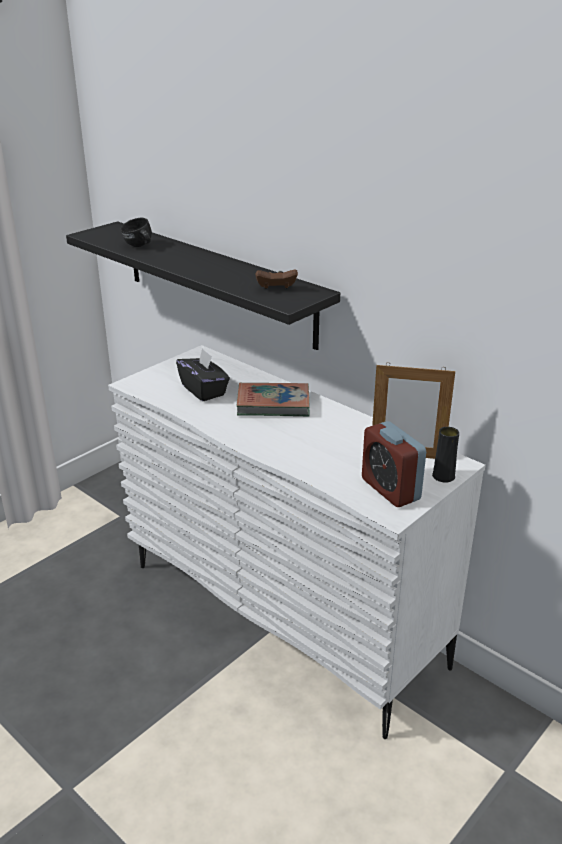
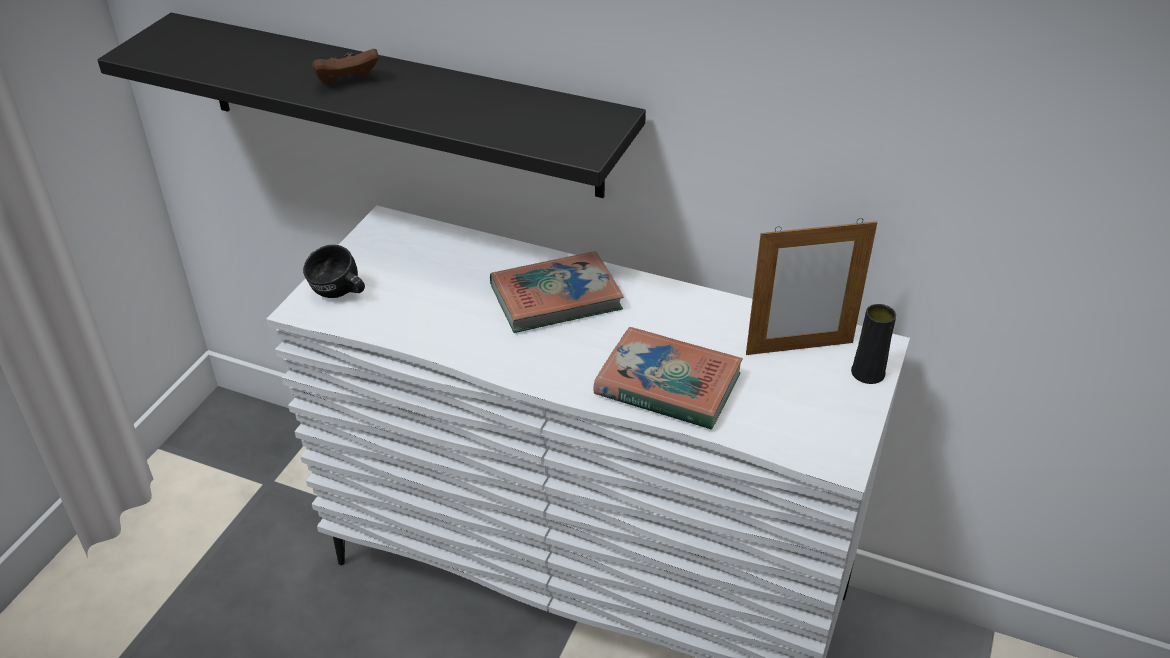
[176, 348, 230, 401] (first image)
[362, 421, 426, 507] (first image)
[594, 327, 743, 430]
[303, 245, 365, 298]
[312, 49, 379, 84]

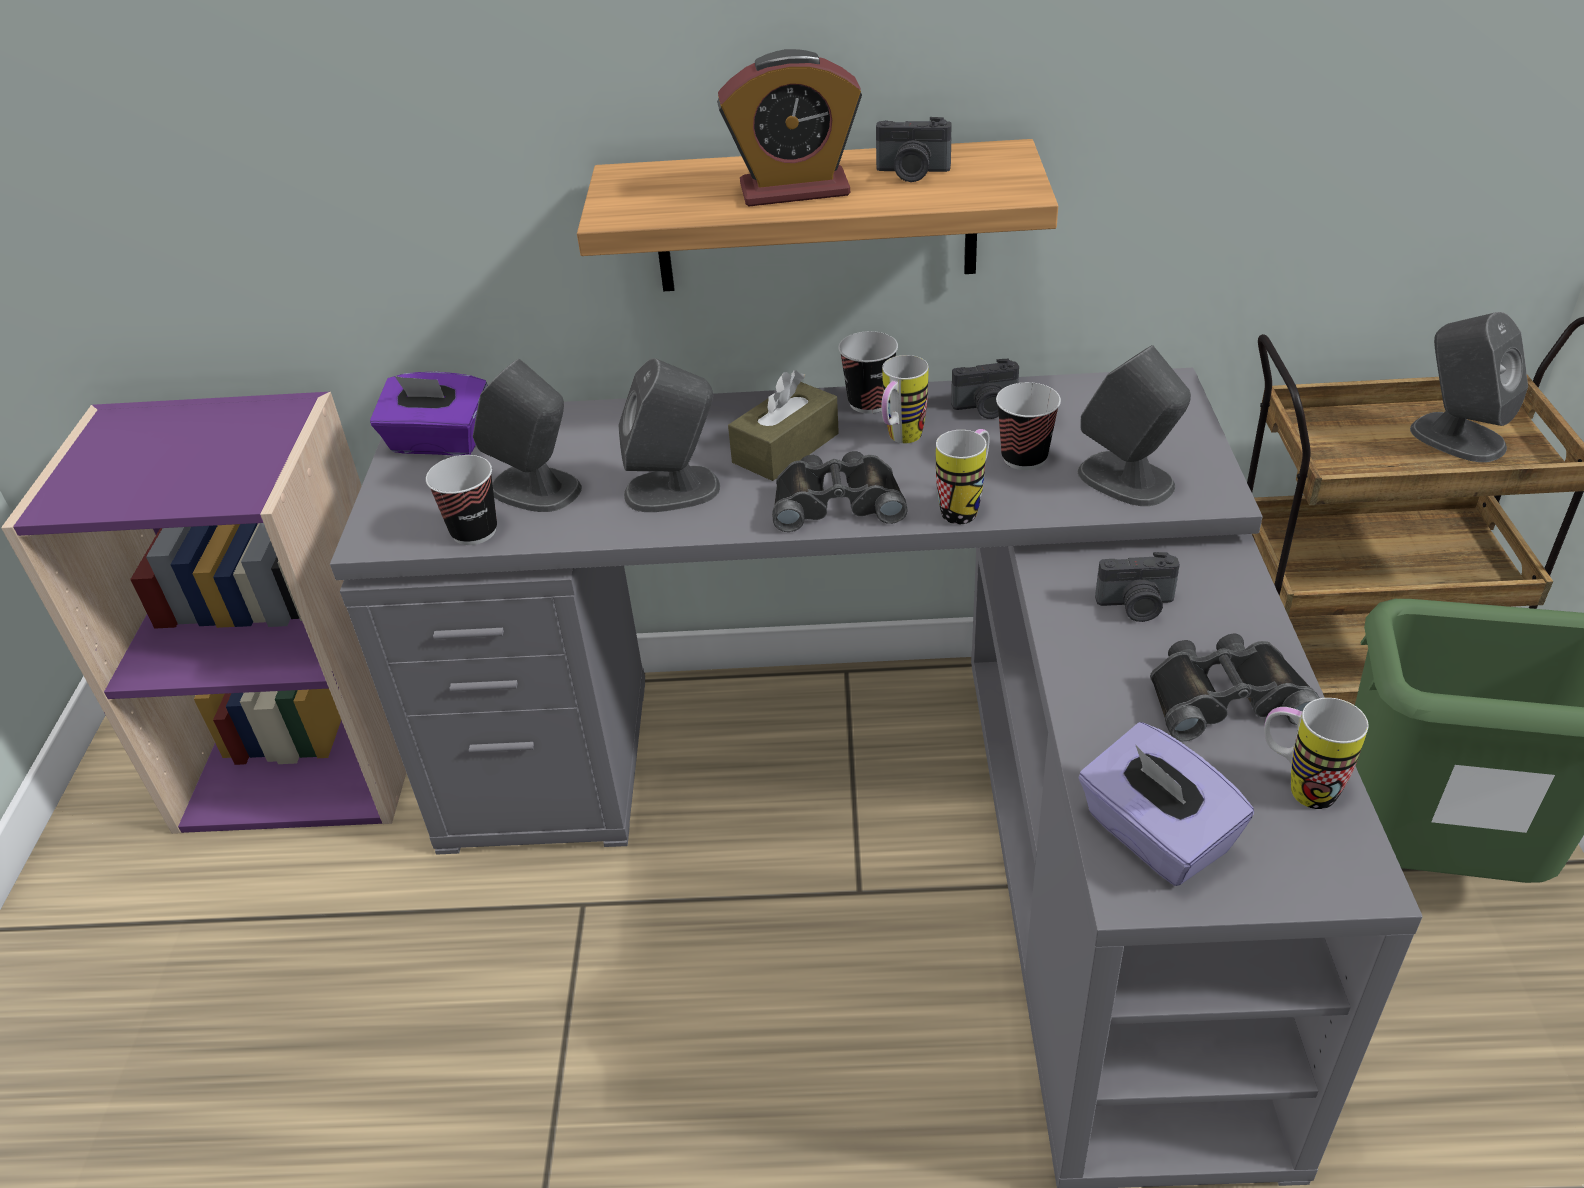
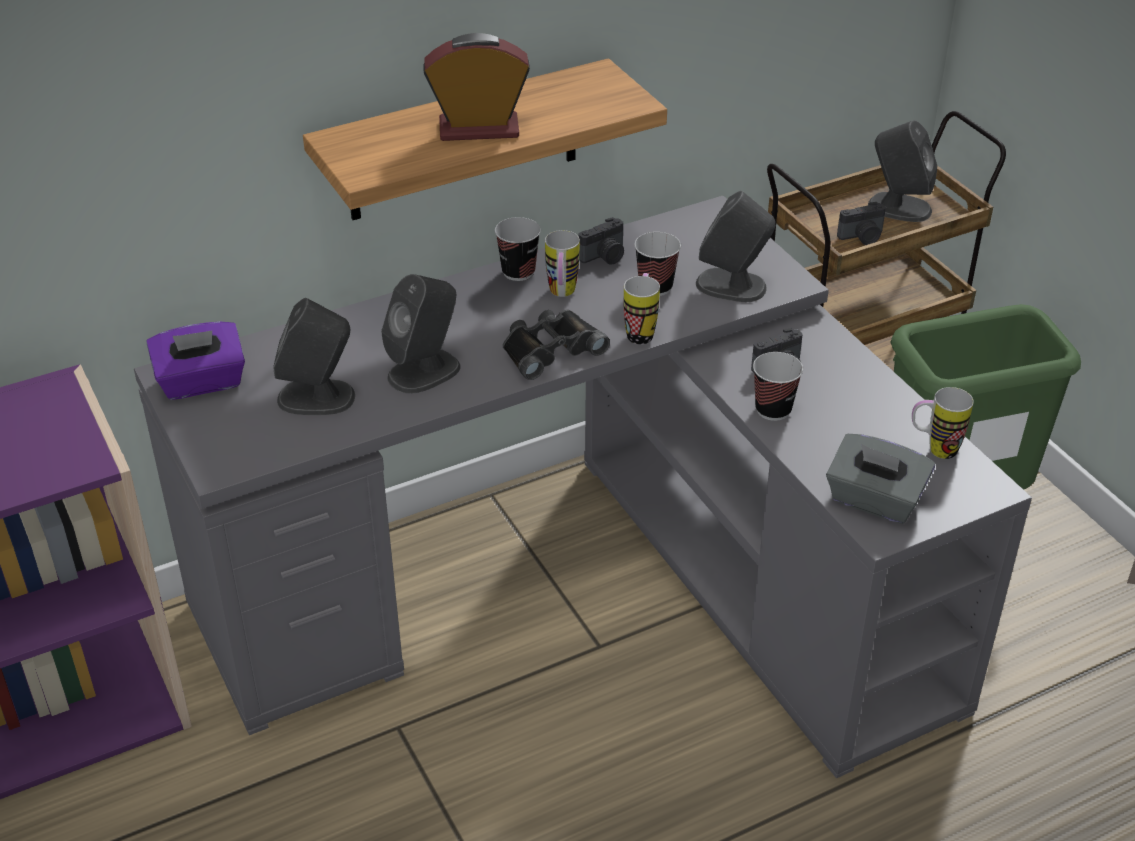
[728, 370, 839, 481] (first image)
[1150, 634, 1320, 741] (first image)
[753, 352, 803, 421]
[837, 202, 886, 245]
[826, 434, 935, 524]
[423, 33, 530, 141]

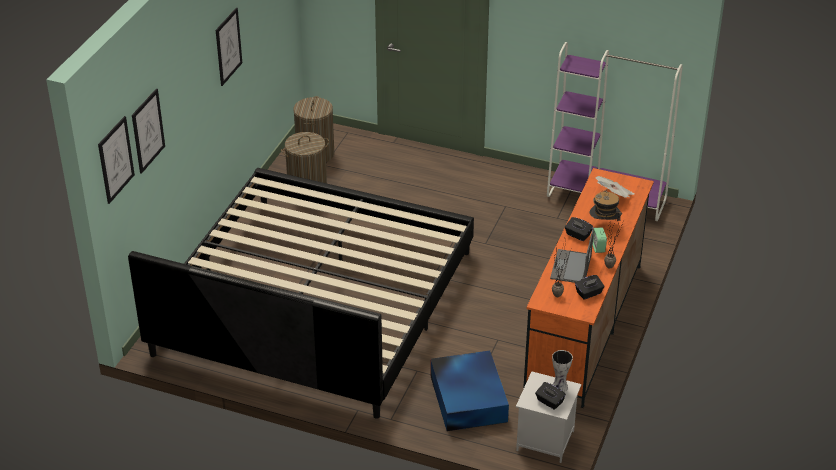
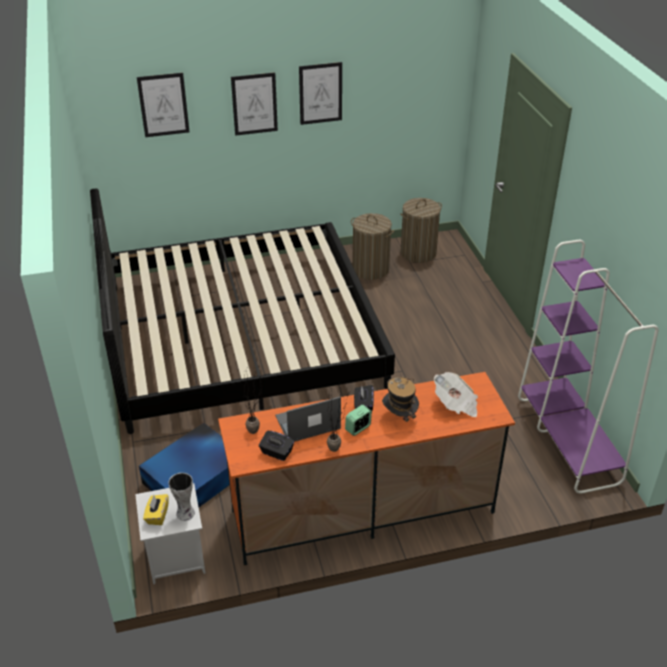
[231, 72, 278, 136]
[143, 494, 169, 525]

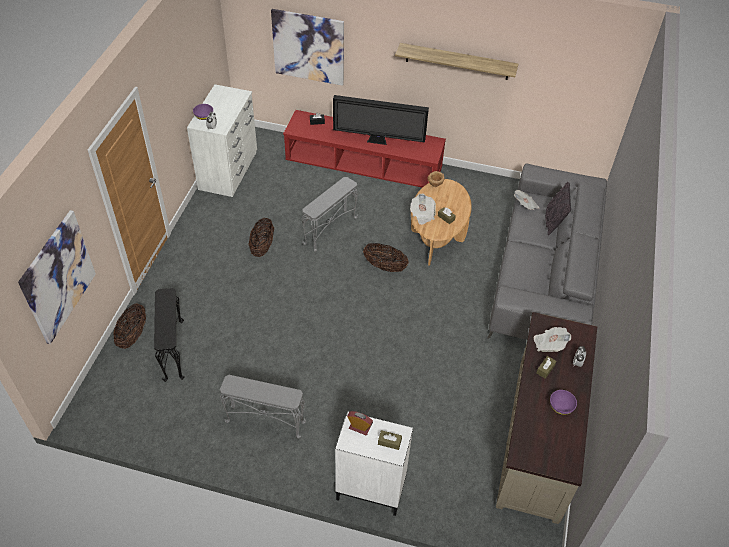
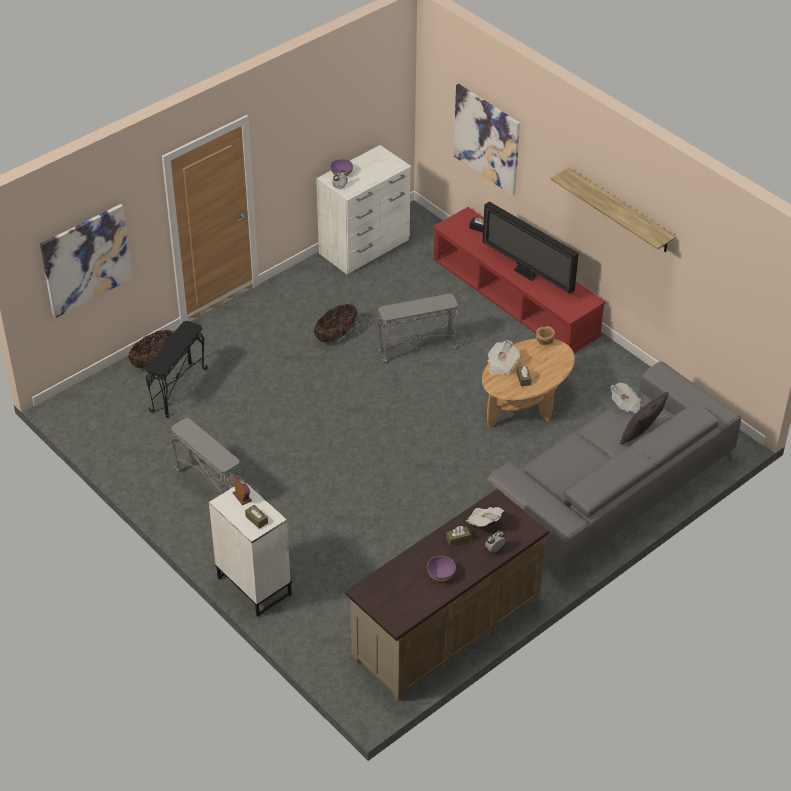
[363, 243, 409, 272] (first image)

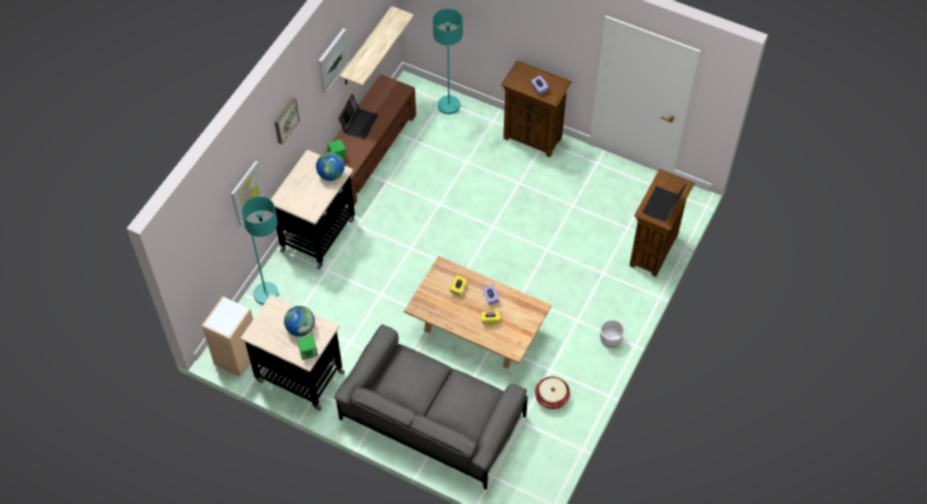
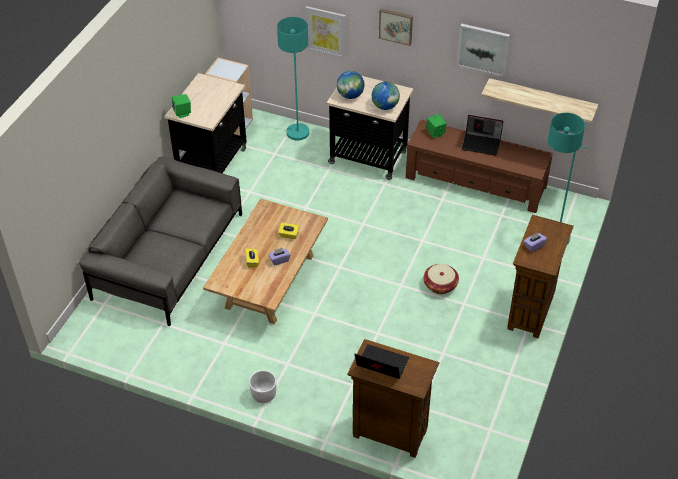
[337, 71, 365, 99]
[423, 264, 459, 294]

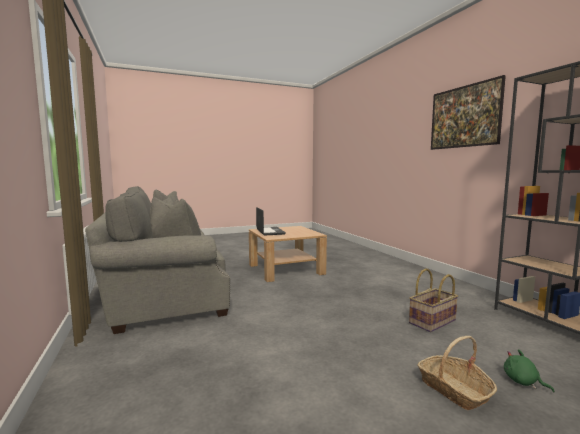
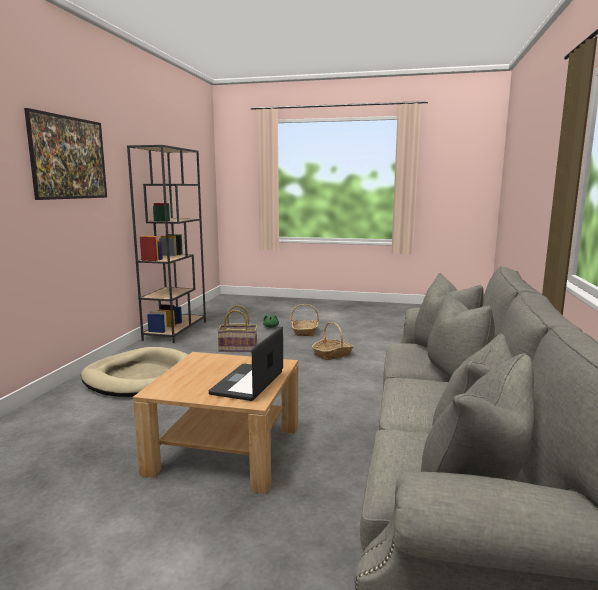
[81, 347, 189, 397]
[312, 322, 354, 360]

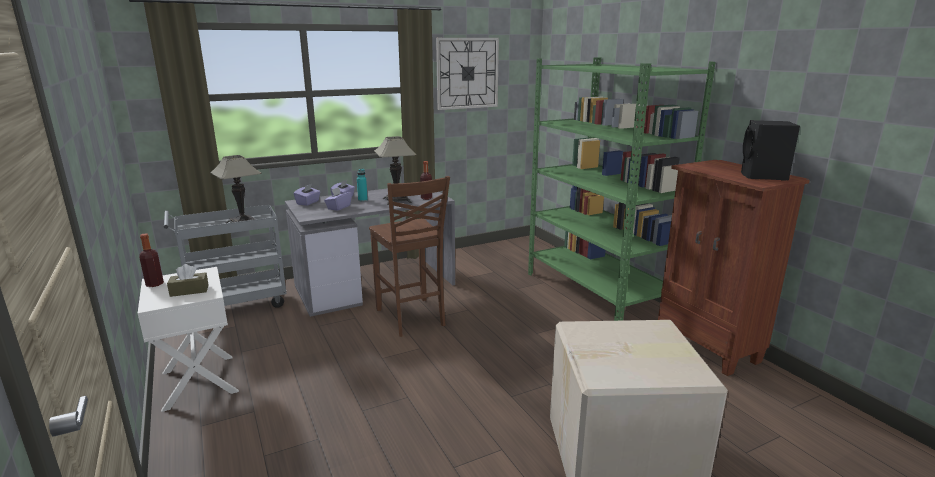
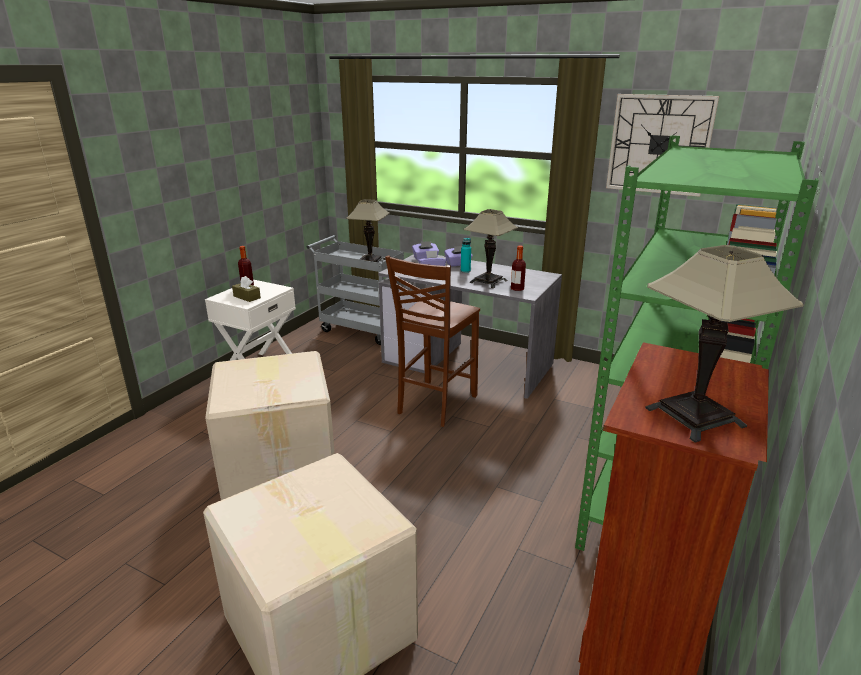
[205, 351, 335, 500]
[645, 245, 804, 443]

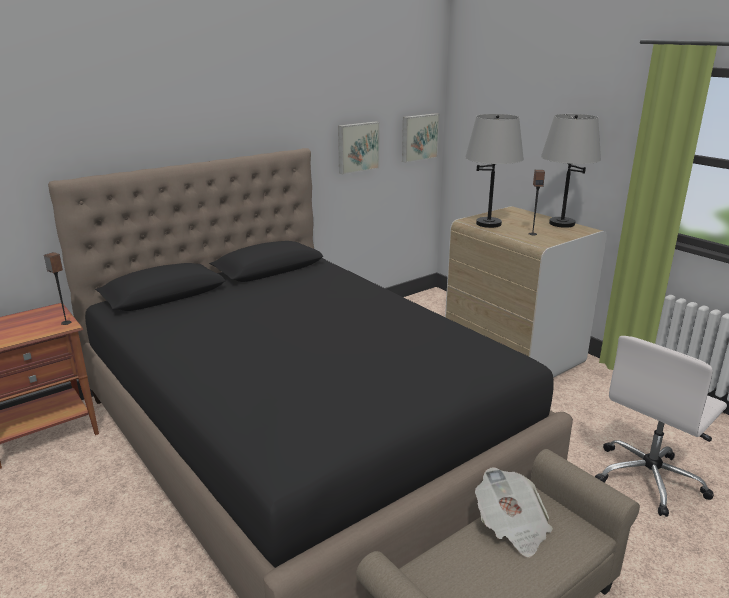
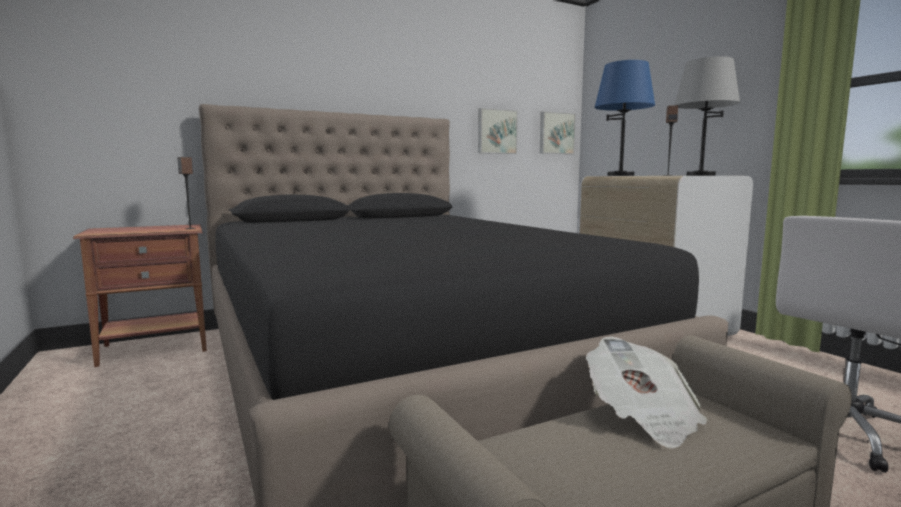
[594, 60, 655, 176]

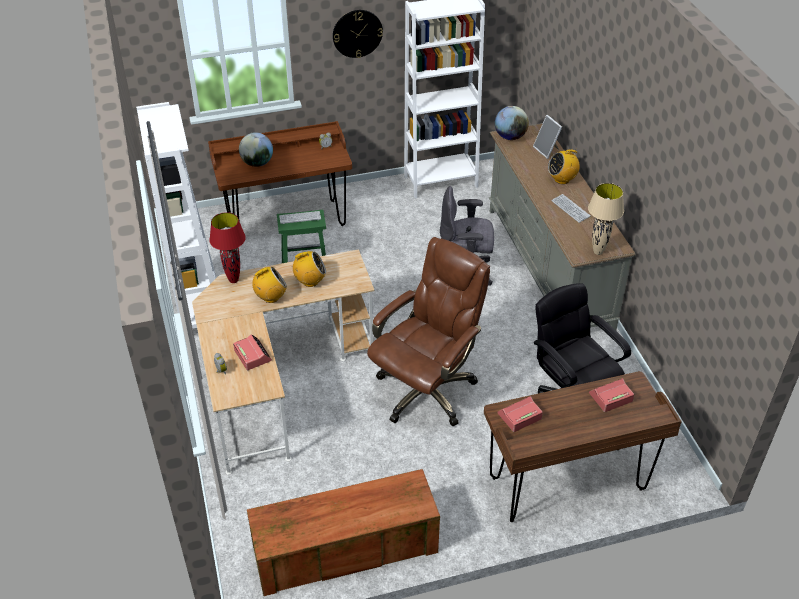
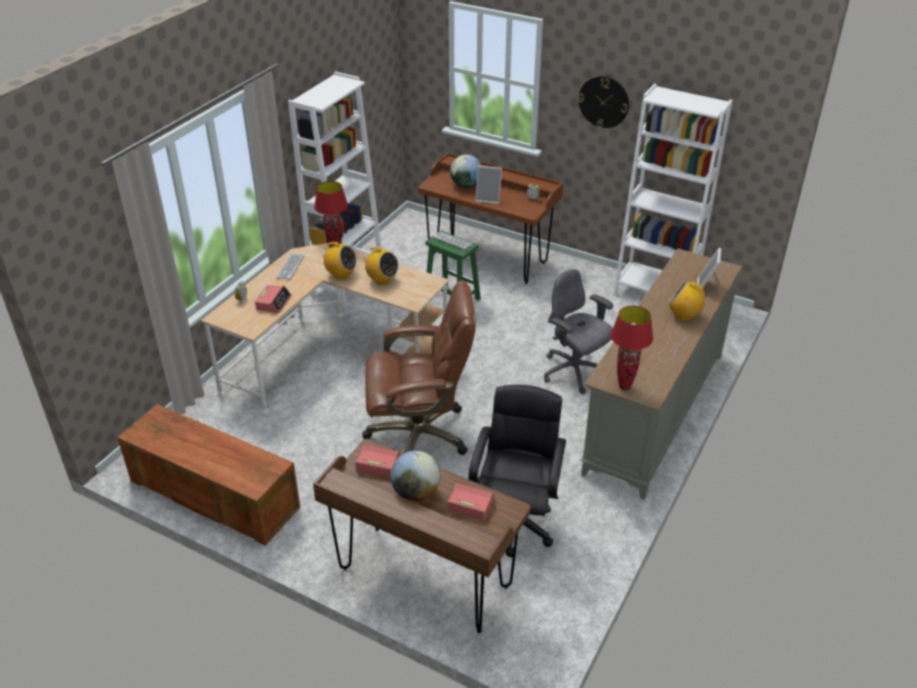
[476, 166, 502, 204]
[390, 451, 441, 501]
[276, 255, 304, 280]
[611, 306, 653, 390]

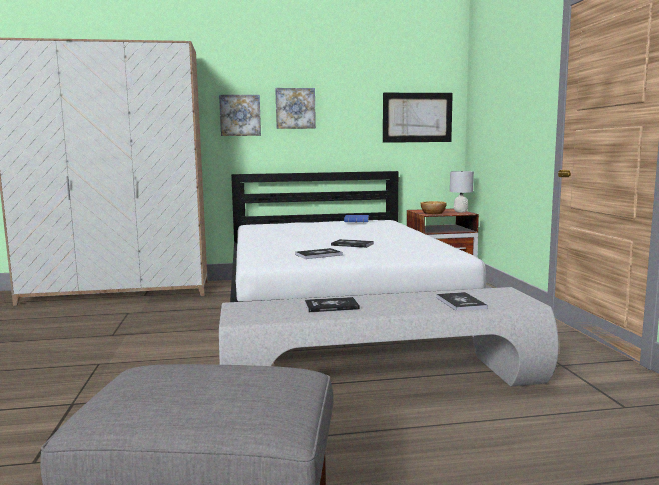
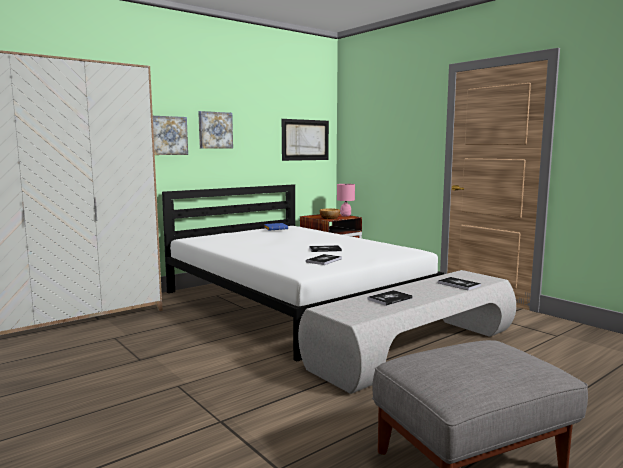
[337, 184, 355, 217]

